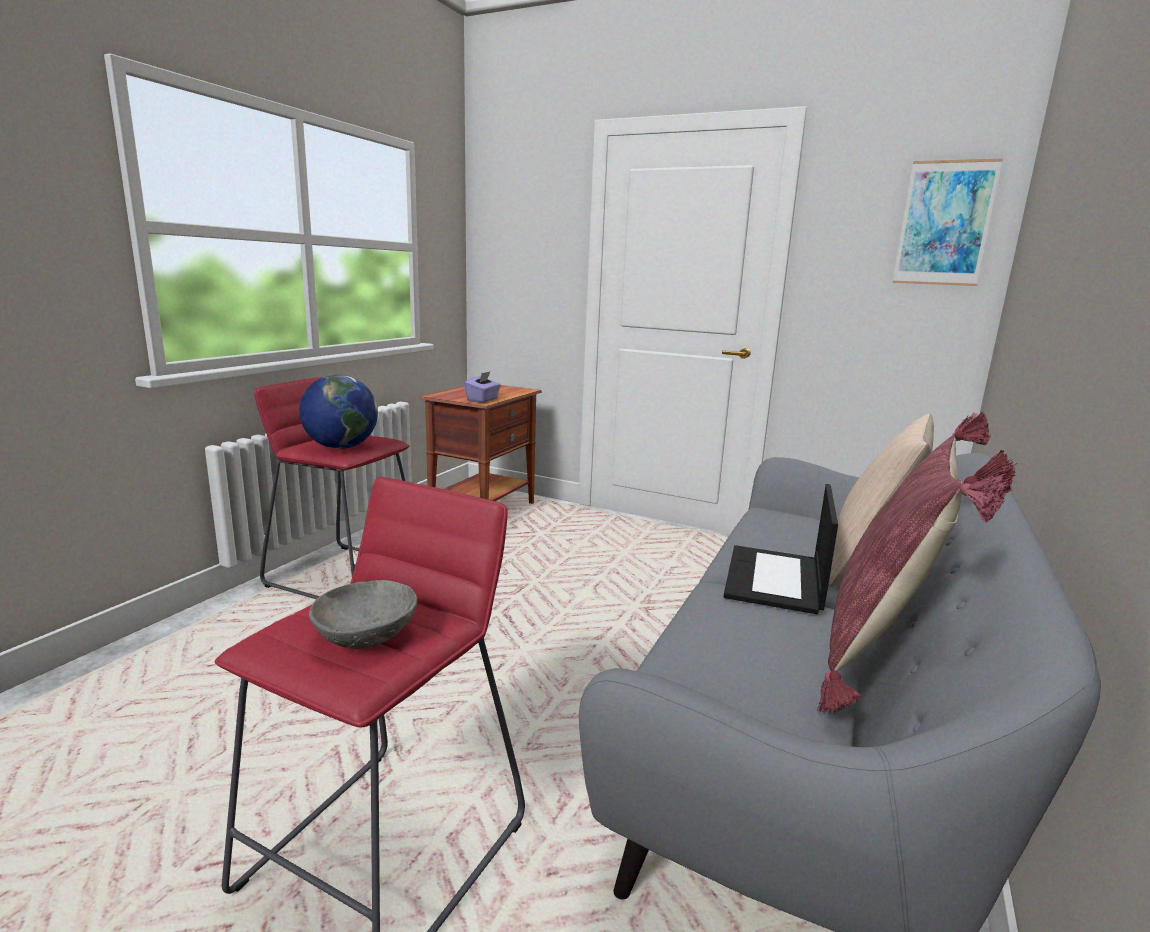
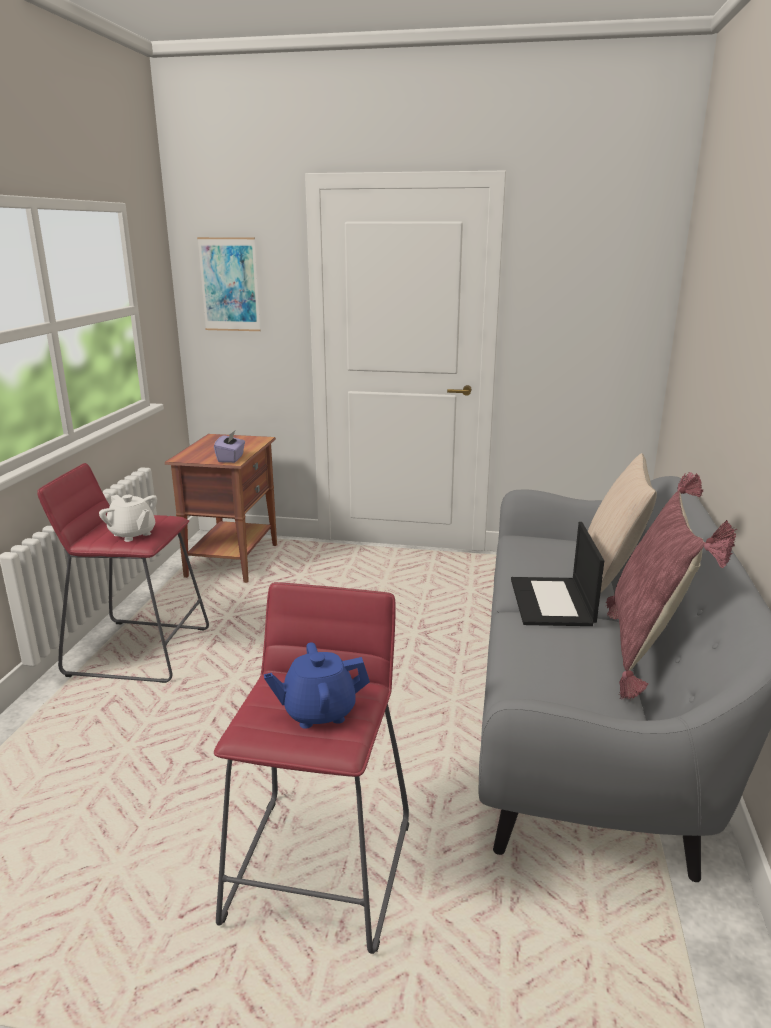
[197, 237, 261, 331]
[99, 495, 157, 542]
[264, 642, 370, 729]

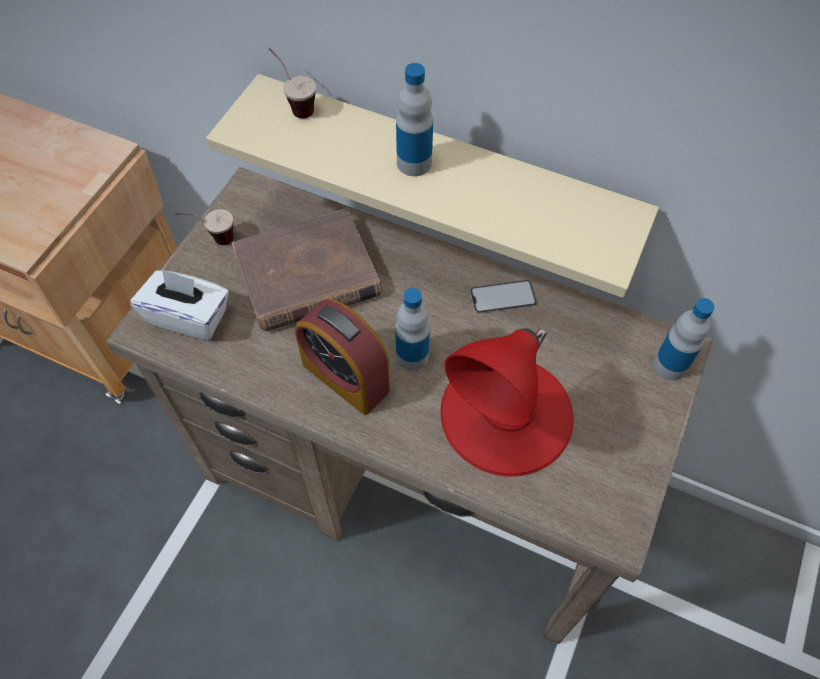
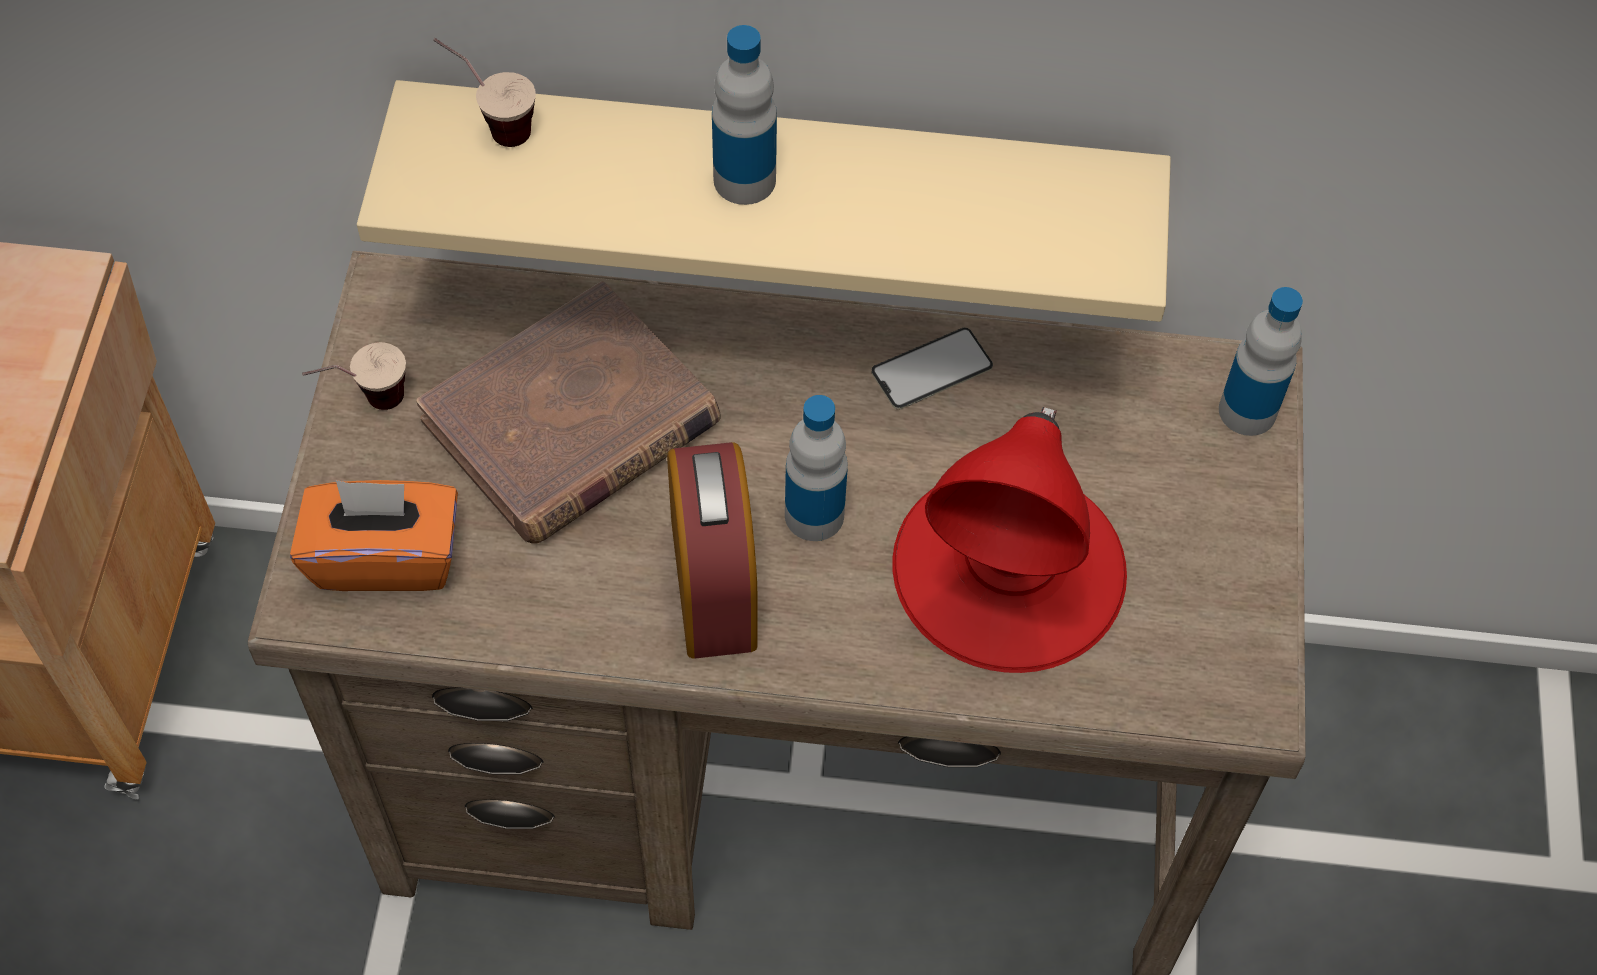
[290, 480, 458, 591]
[667, 442, 757, 659]

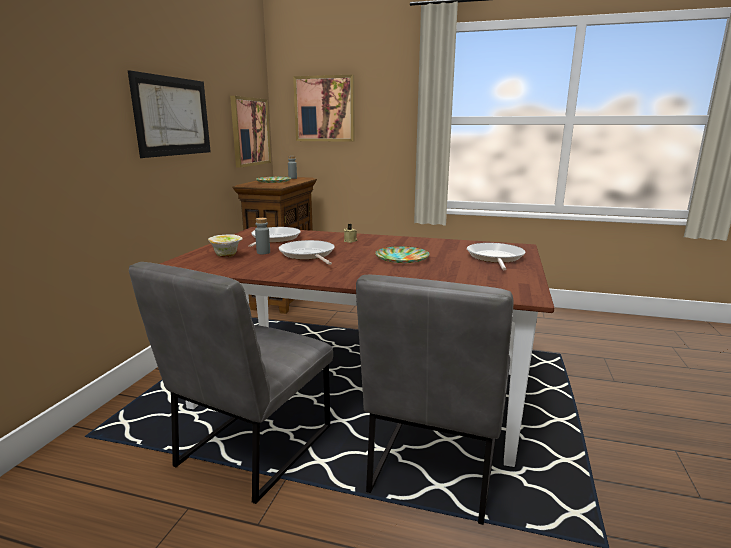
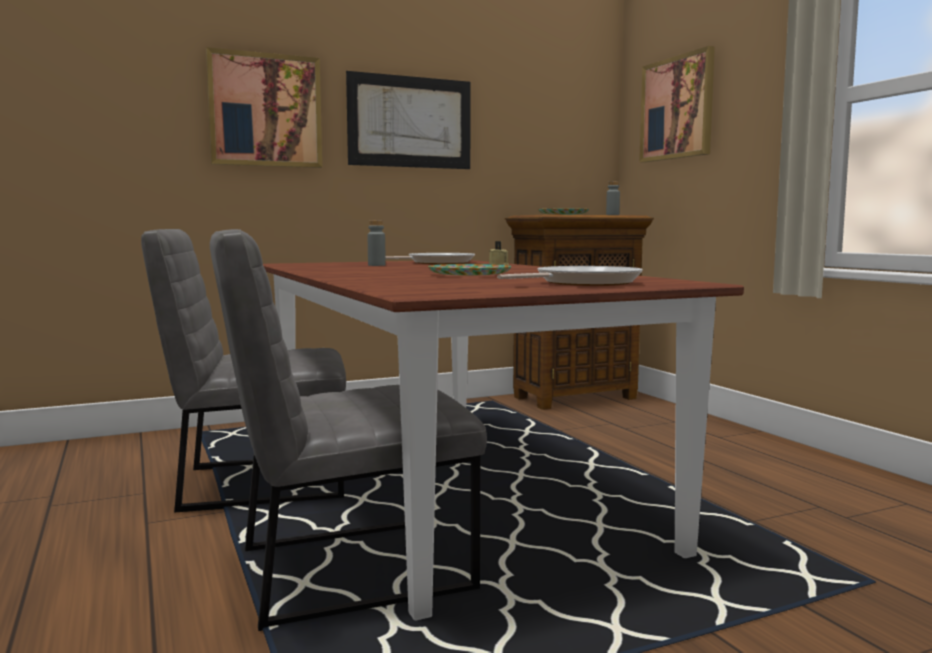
[208, 235, 243, 257] (first image)
[279, 240, 335, 265] (first image)
[206, 47, 322, 168]

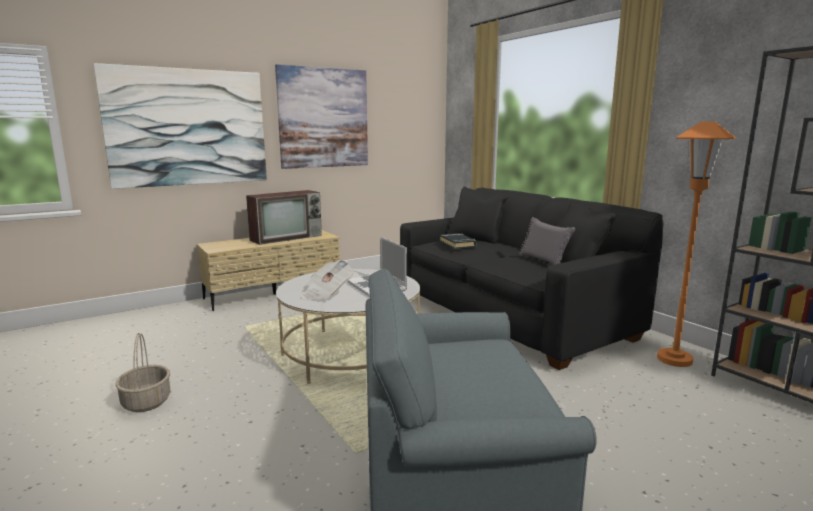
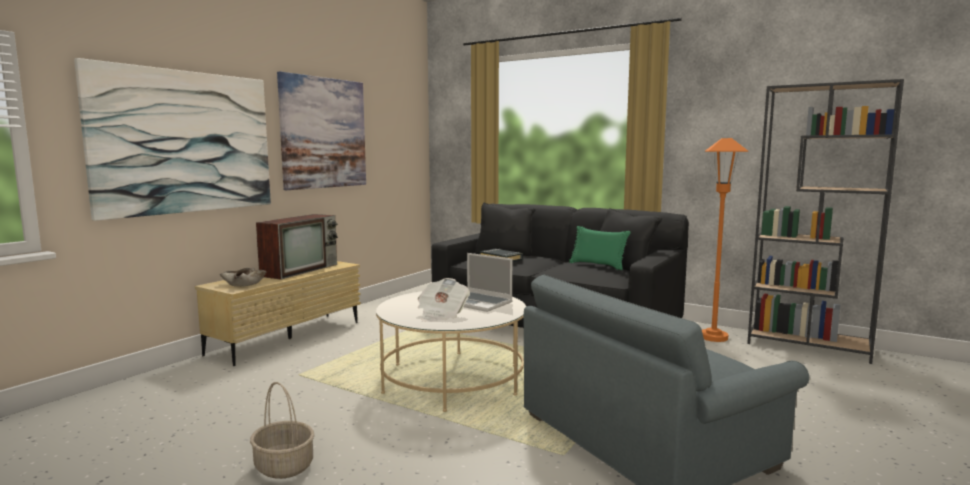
[220, 268, 266, 287]
[569, 226, 631, 270]

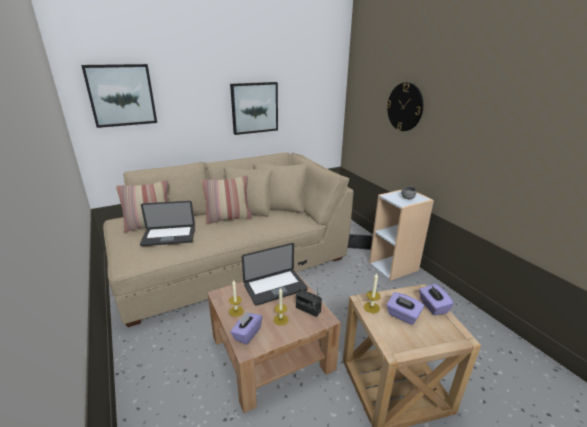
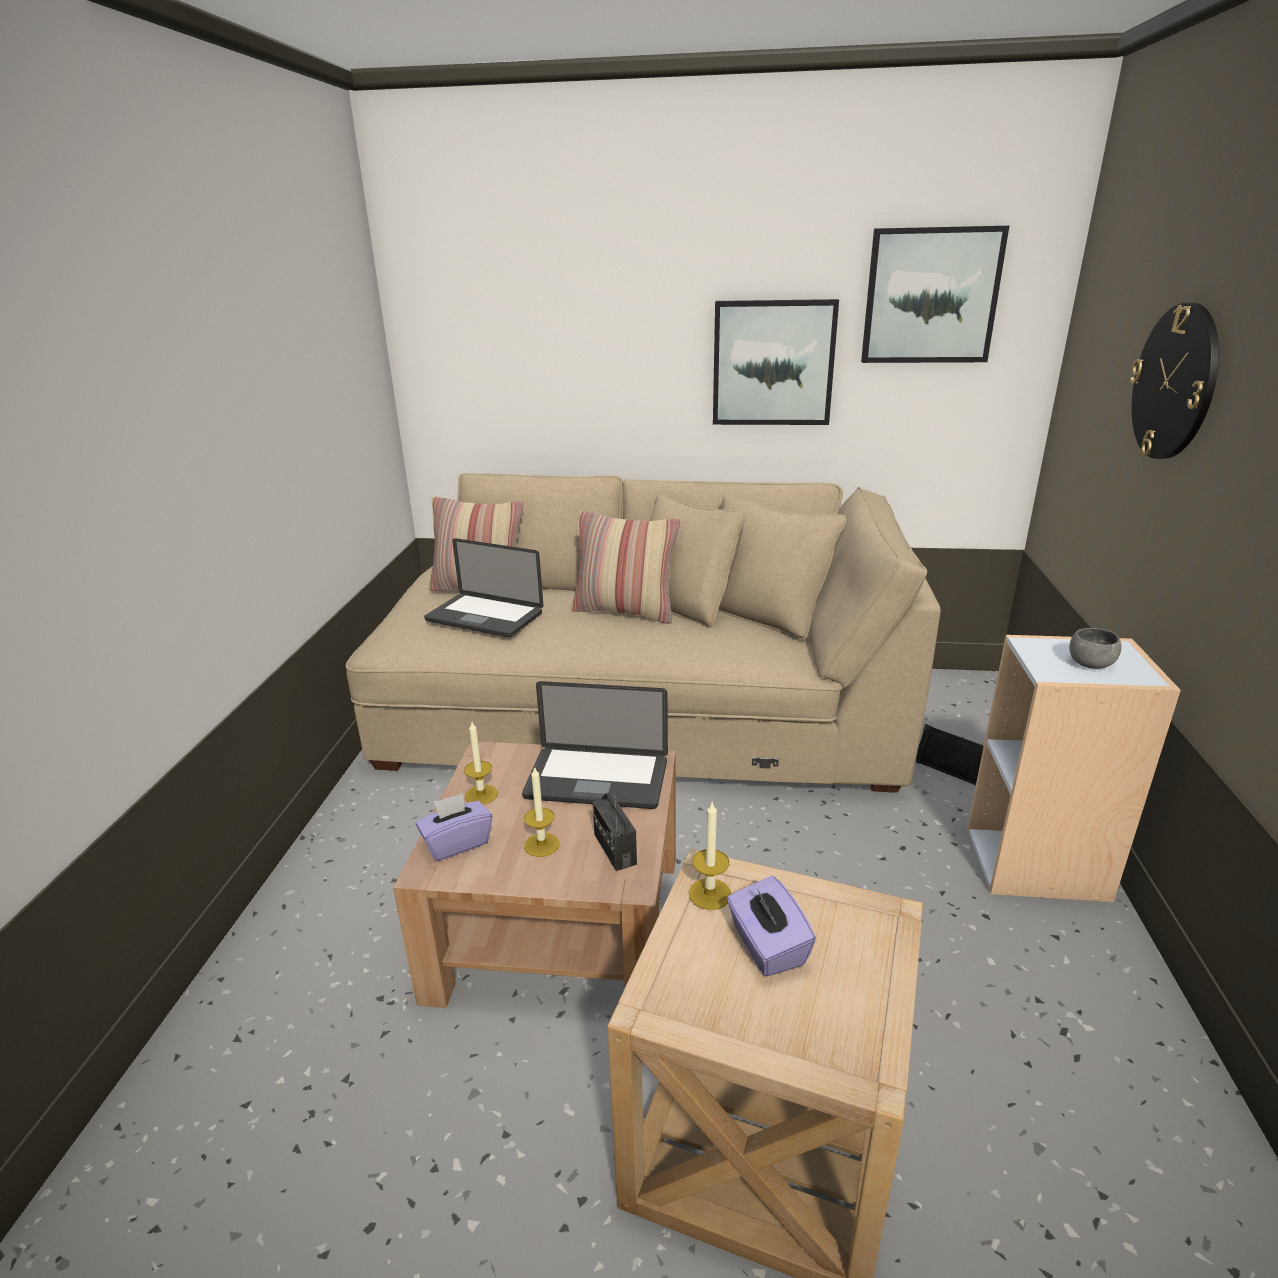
[419, 283, 454, 316] (first image)
[861, 226, 1009, 363]

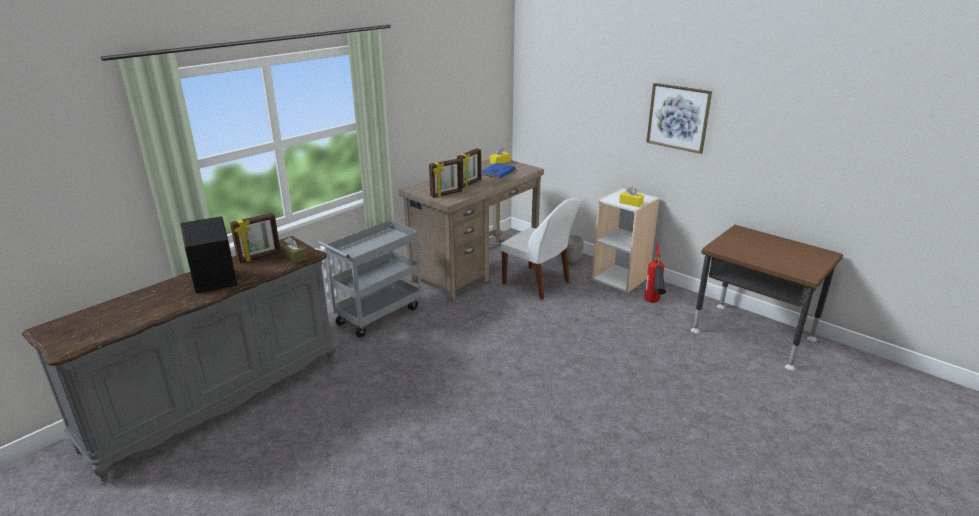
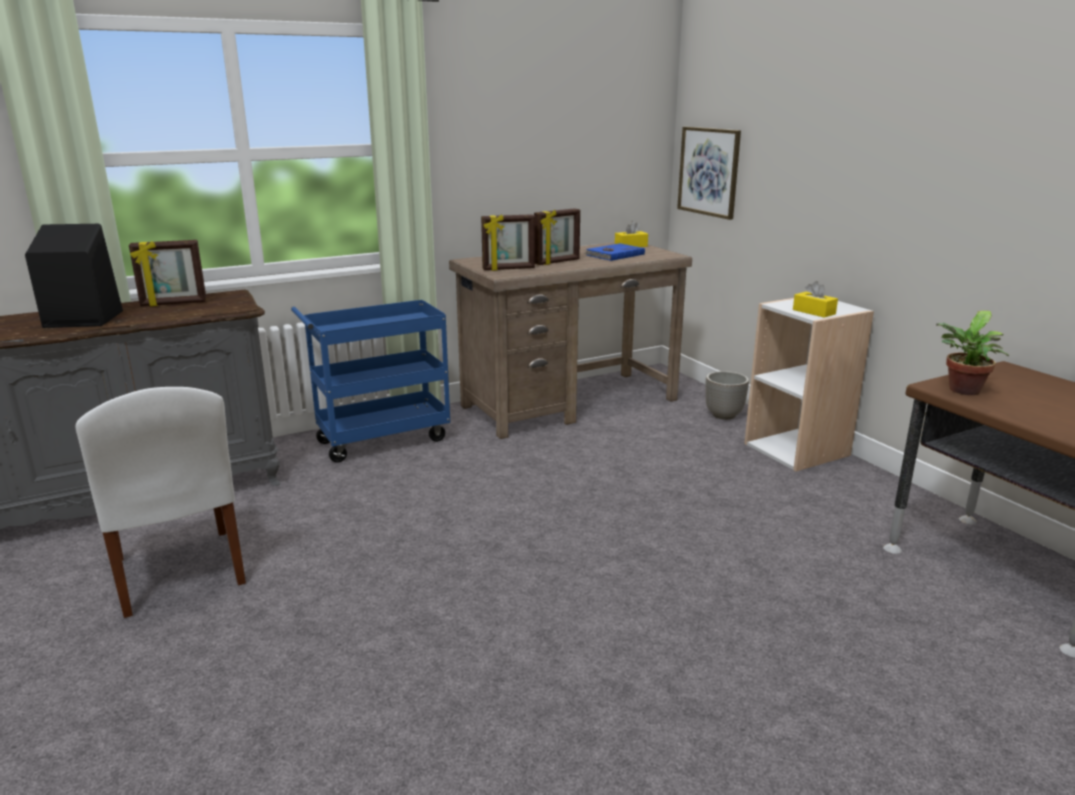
[279, 237, 308, 263] (first image)
[644, 244, 666, 303] (first image)
[936, 311, 1009, 395]
[76, 387, 246, 618]
[677, 127, 741, 220]
[291, 300, 450, 463]

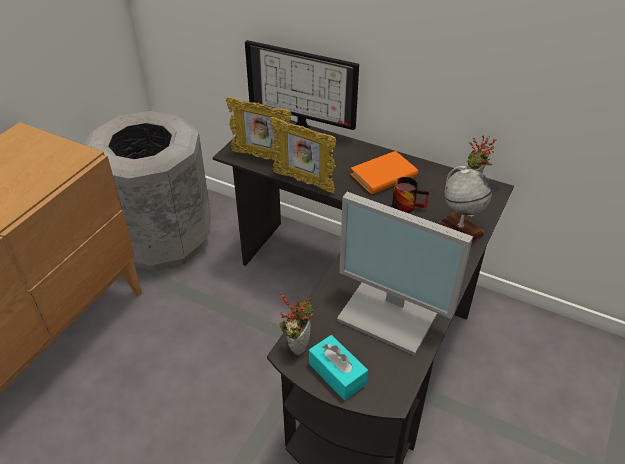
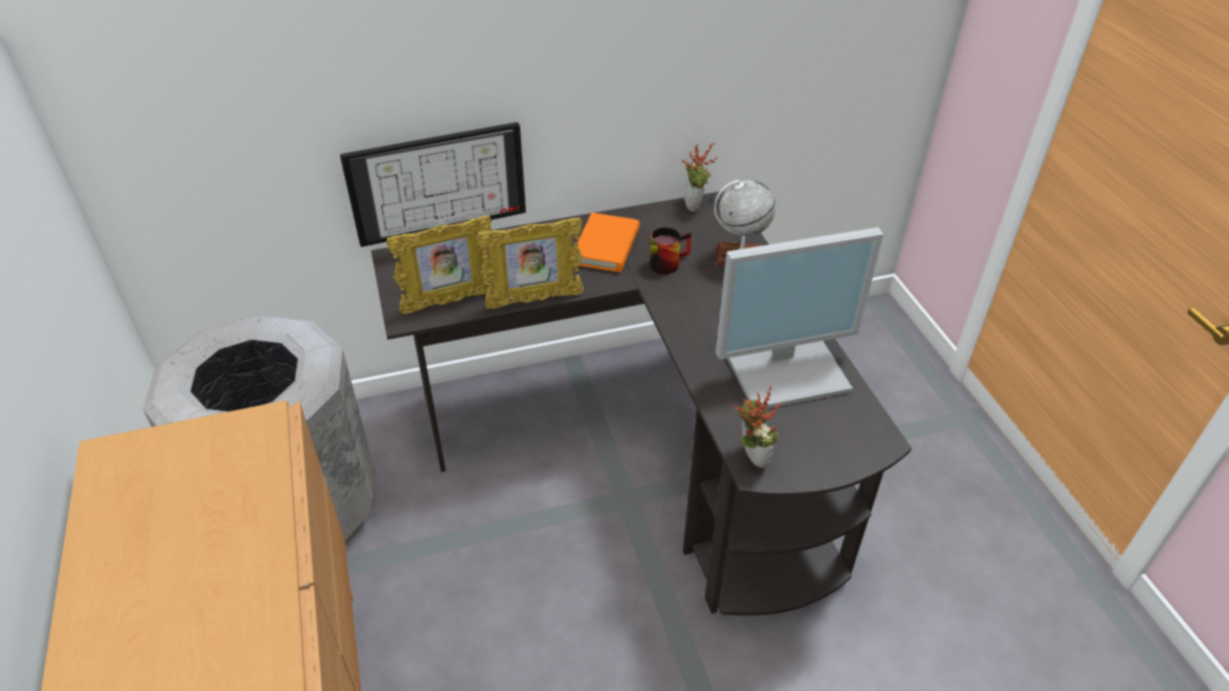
[309, 335, 368, 400] (first image)

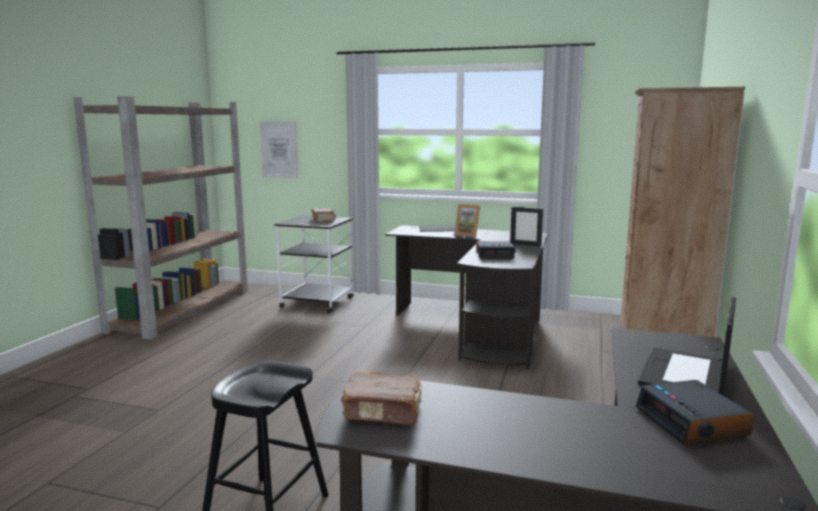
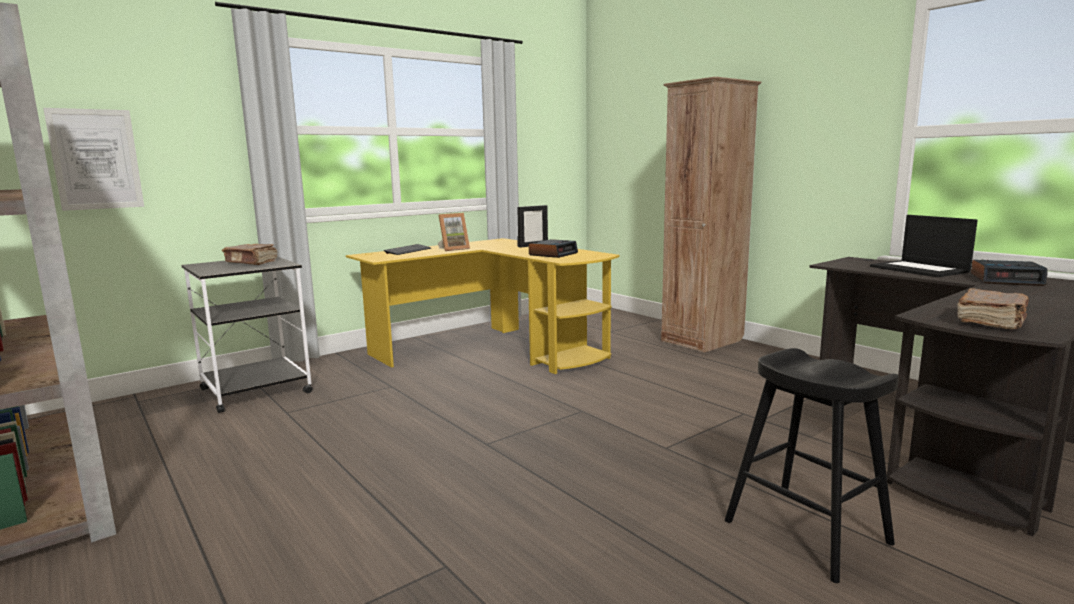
[346, 238, 619, 374]

